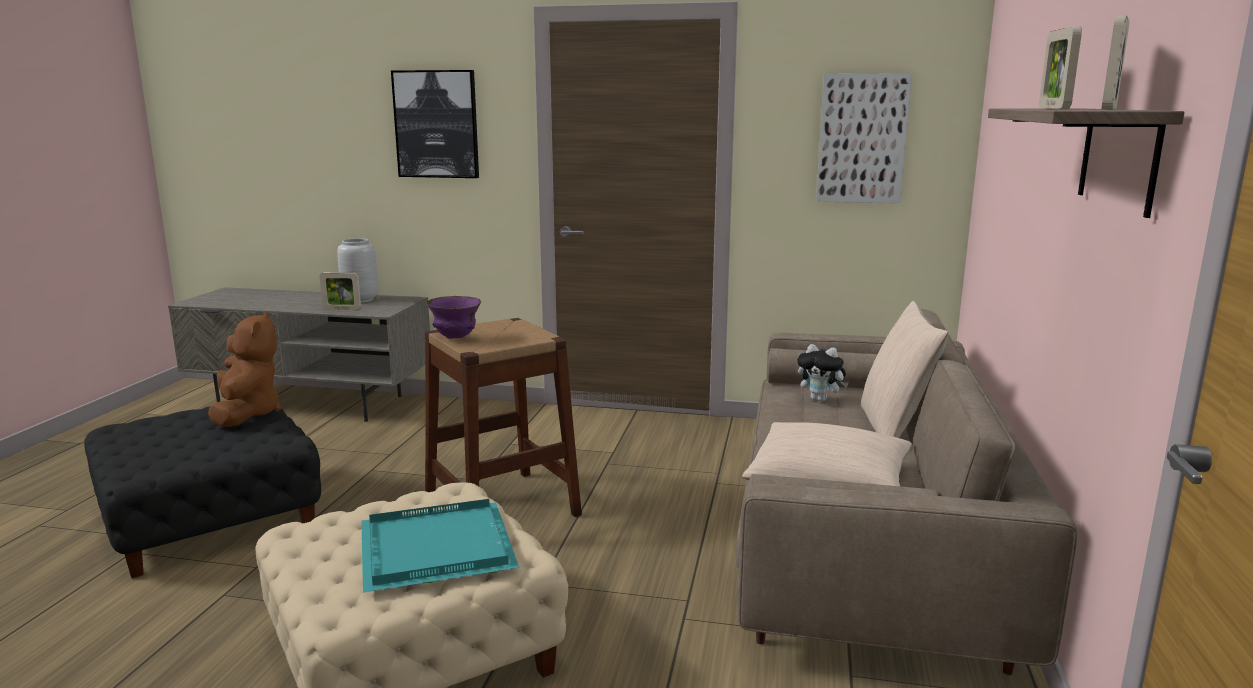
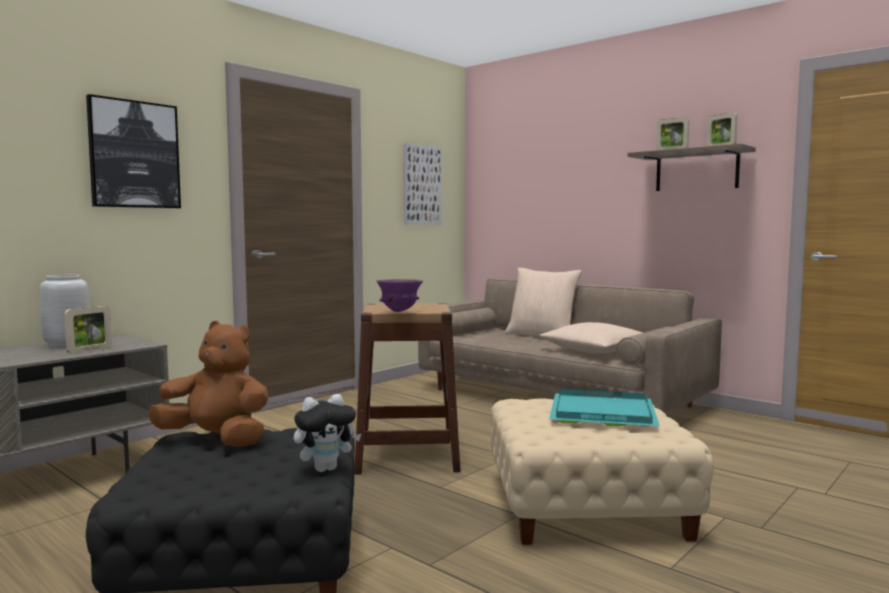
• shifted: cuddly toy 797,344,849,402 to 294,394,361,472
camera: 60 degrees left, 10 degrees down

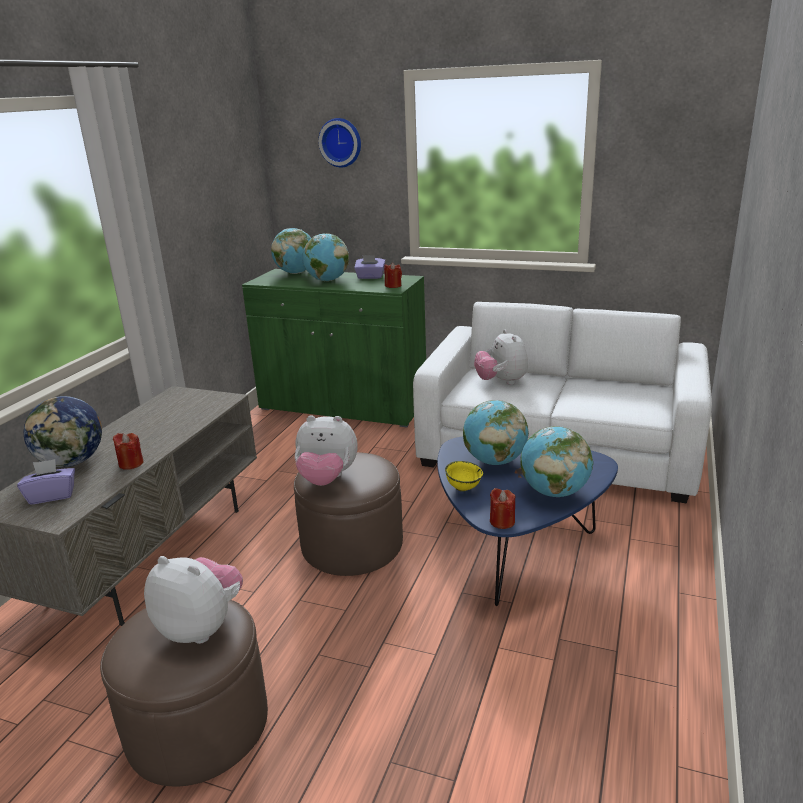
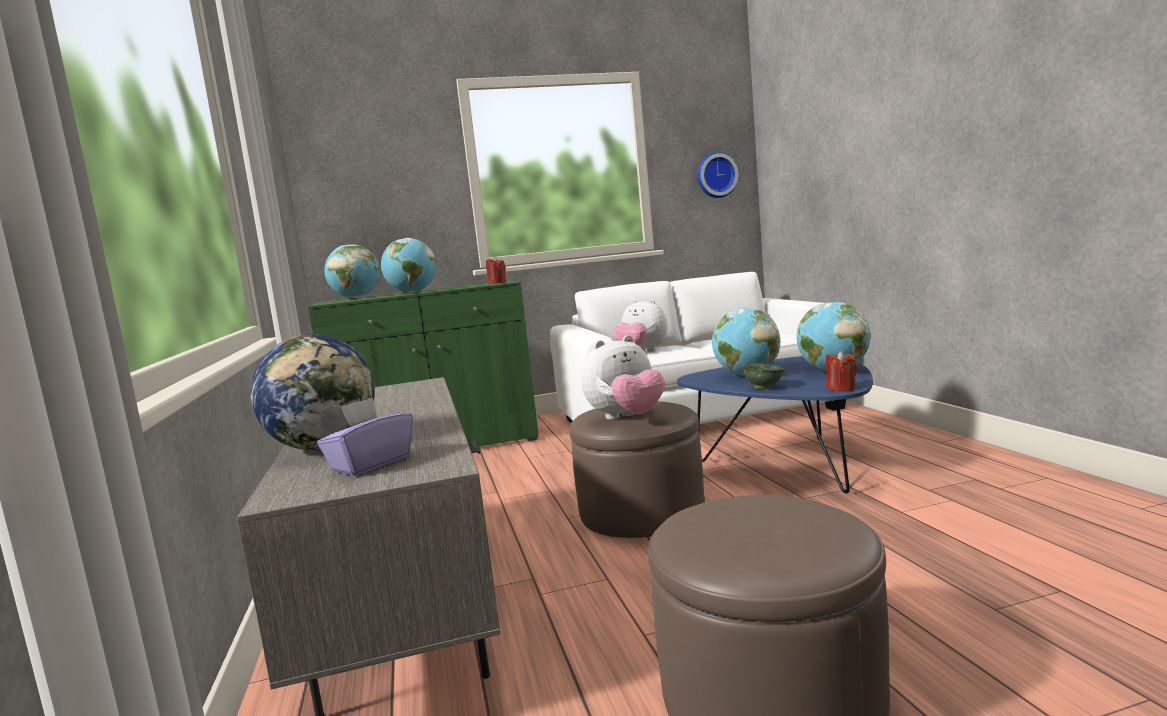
• shifted: clock on the wall 318,118,361,167 to 697,152,739,198
• repainted: serving bowl in yellowish 445,461,483,492 to serving bowl in green 742,363,785,389
• gone: candle in reddish 113,433,143,470
• gone: cuddly toy 144,556,243,644
• gone: tissue holder in purple 354,255,385,279
camera: 35 degrees left, 15 degrees down

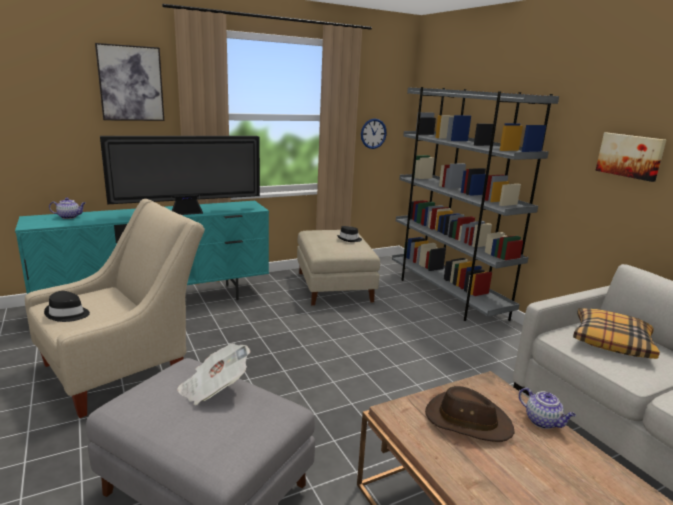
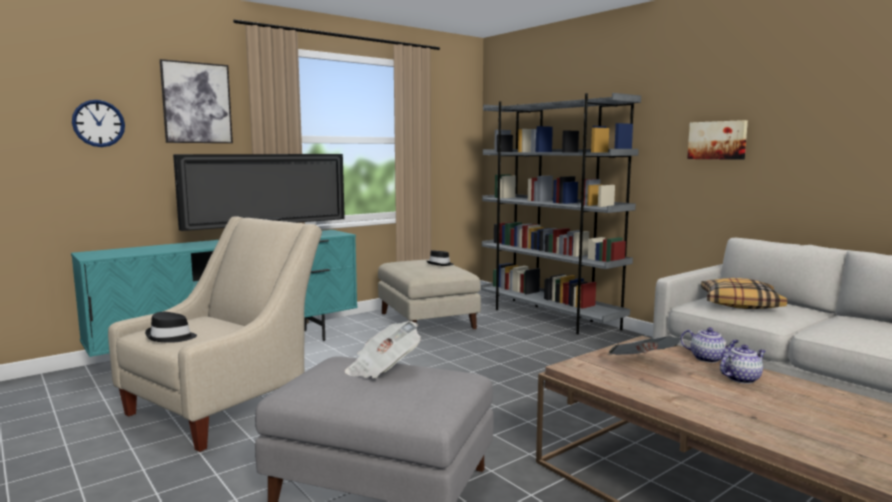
• shifted: clock on the wall 361,119,387,149 to 72,100,125,147
• swapped: wearable hat in brownish 425,386,515,442 to daily paper 608,336,681,355
• shifted: teapot 49,198,85,219 to 720,345,765,384
camera: 10 degrees left, 10 degrees down

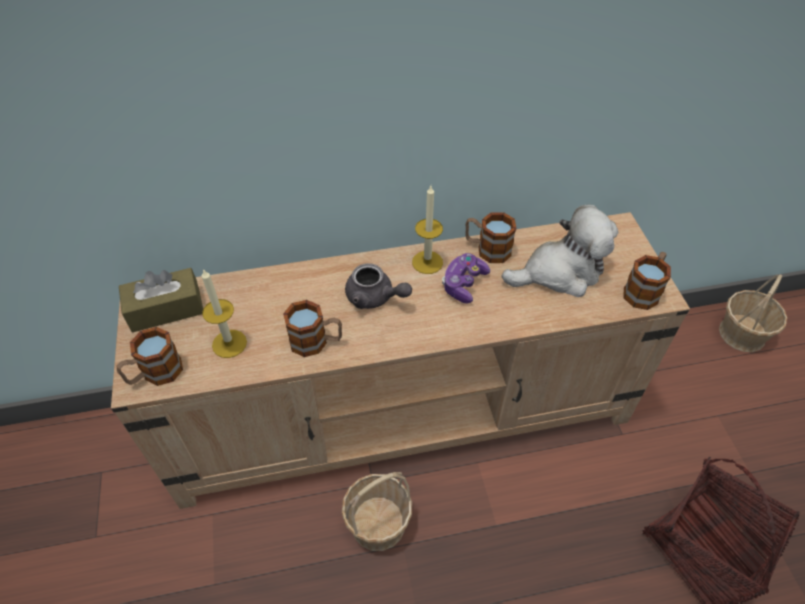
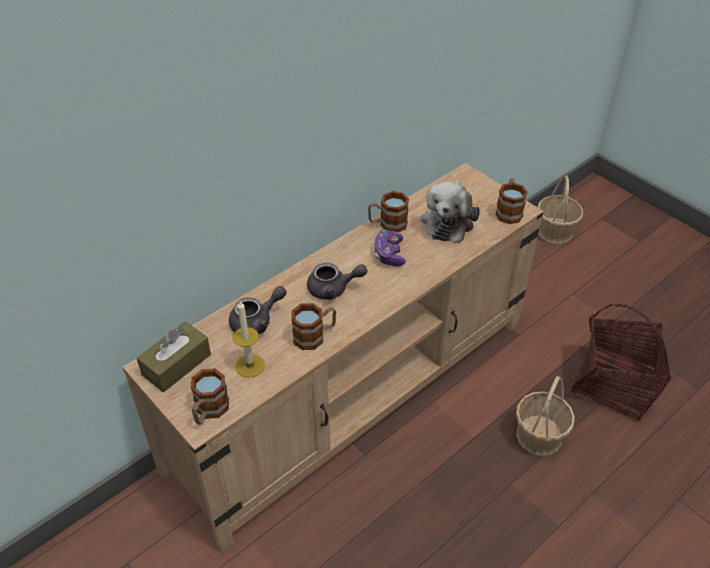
• new: teapot in gray 229,286,287,334
• rotated: cuddly toy 501,205,618,297 = 420,181,480,243 150 degrees clockwise
• shifted: basket 342,472,412,551 to 516,376,575,456
• gone: candle 412,186,443,274
camera: 30 degrees left, 5 degrees down

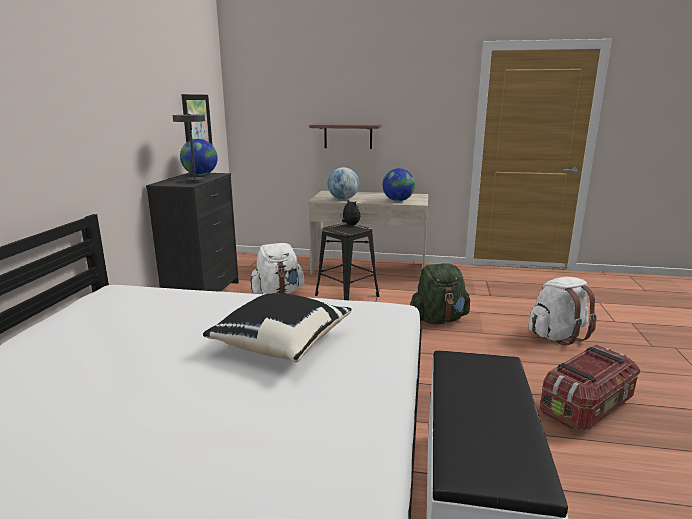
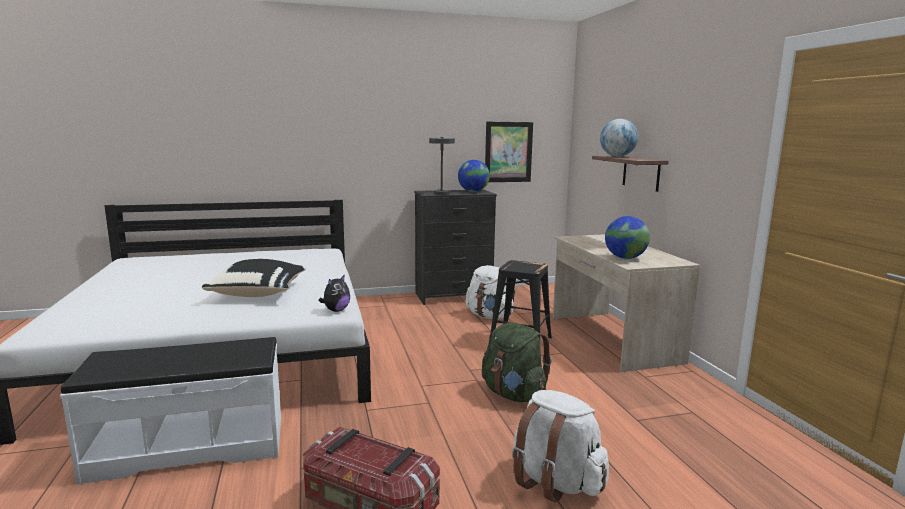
• shifted: cuddly toy 340,199,360,225 to 318,274,350,312
• shifted: world globe 328,167,359,200 to 600,119,638,157
camera: 65 degrees right, 5 degrees down

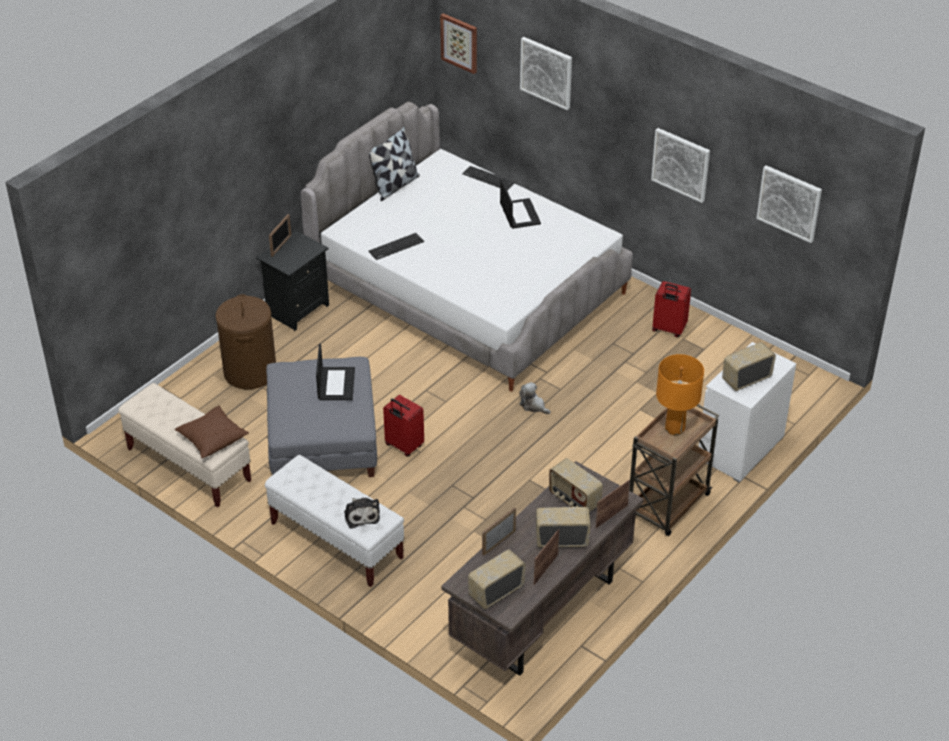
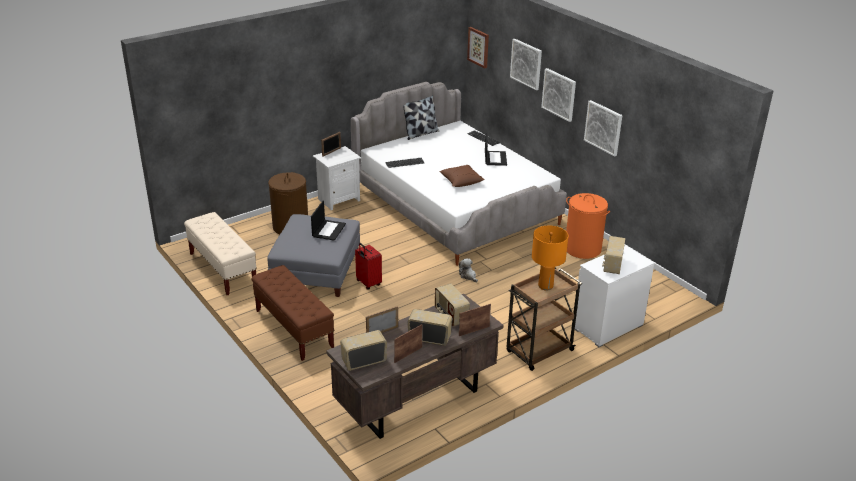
• repainted: indoor bench in whitish 265,455,404,587 to indoor bench in brownish 252,265,334,361
• repainted: night table in black-coloured 256,230,329,331 to night table in whitish 313,146,361,210
• shifted: cushion in brownish 174,406,249,458 to 439,165,485,187
• shifted: wall art 756,165,822,243 to 541,68,576,122
• swapped: travel case in reddish 652,281,691,337 to hamper in orange-coloured 566,193,610,259
• rotated: radio set 722,342,776,391 = 602,236,625,274 60 degrees counterclockwise
• gone: cuddly toy 344,498,380,528
camera: 15 degrees right, 10 degrees down

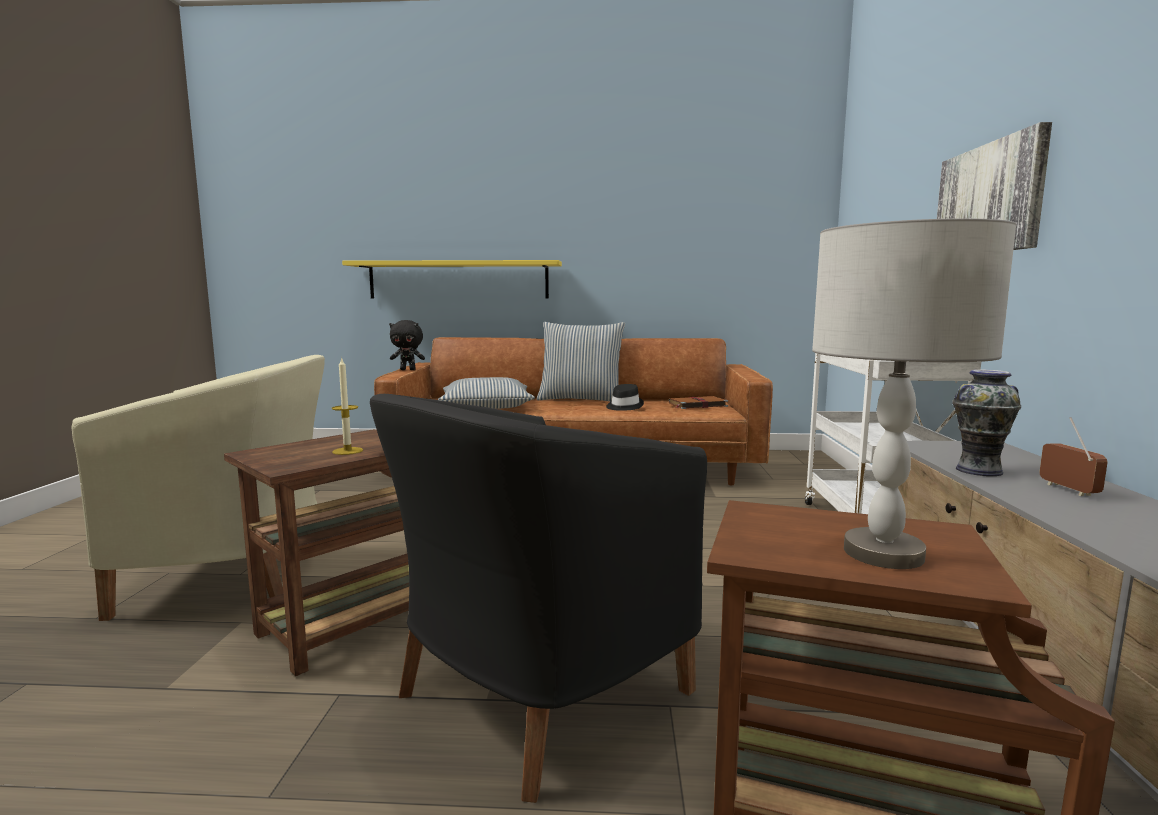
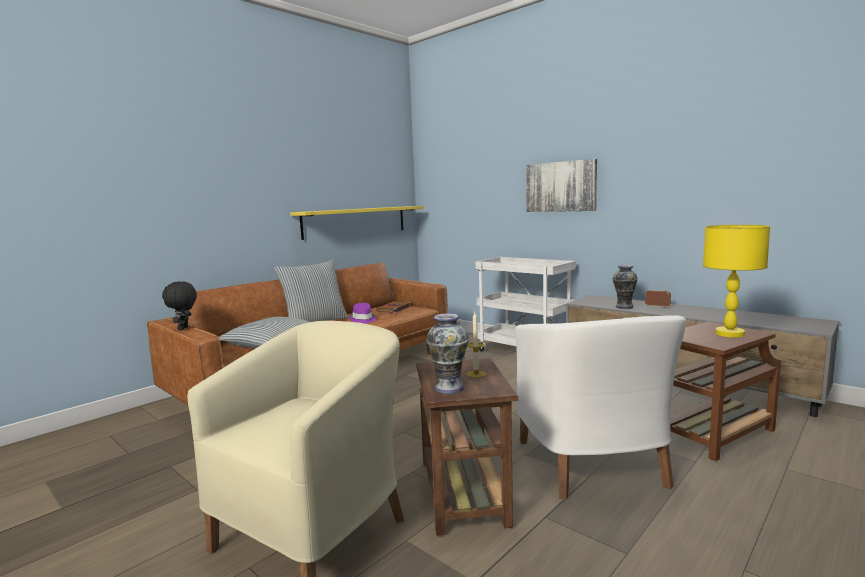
• rotated: cuddly toy in black-coloured 389,320,425,370 = 162,281,197,330 135 degrees clockwise
• shifted: shelf in yellowish 342,260,562,299 to 290,206,424,240
• repainted: wearable hat in black-coloured 606,384,644,411 to wearable hat in purple 349,303,376,323
• new: vase 426,313,469,394
• repainted: easy chair in black-coloured 370,394,707,803 to easy chair in whitish 515,316,687,500
• repainted: lamp for a table in gray 812,218,1017,569 to lamp for a table in yellowish 703,225,770,338
camera: 50 degrees left, 0 degrees up

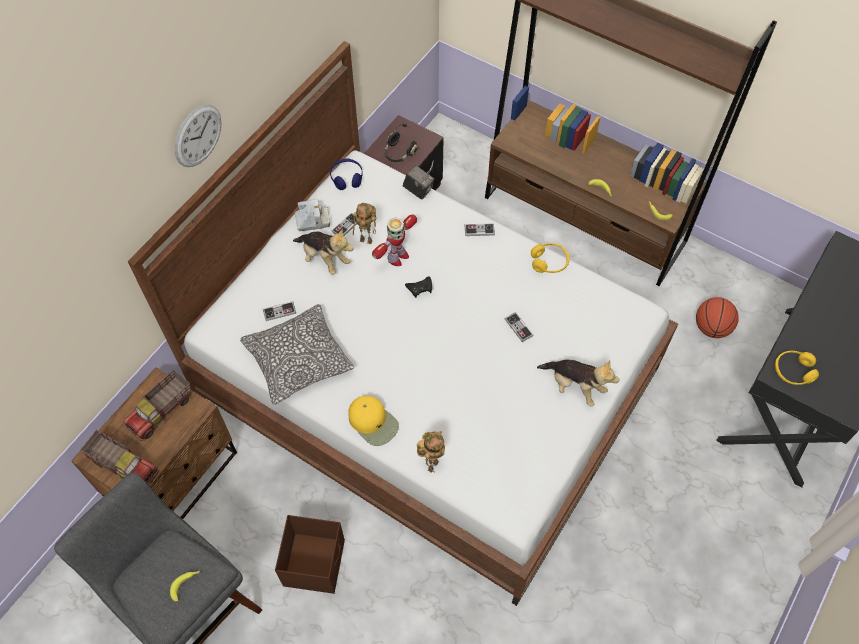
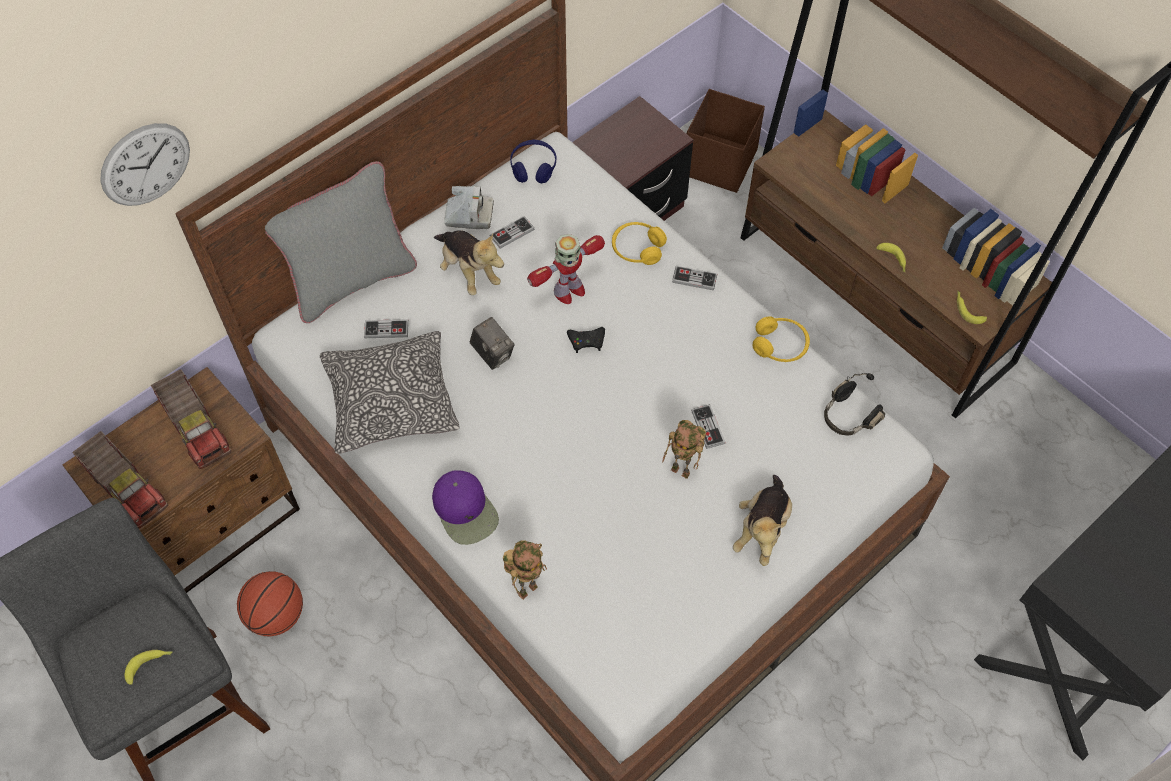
• shifted: clock on the wall 175,104,222,167 to 100,123,190,206
• rotated: toy lorry 123,370,191,441 = 151,369,231,469 90 degrees counterclockwise
• shifted: basketball 696,297,739,338 to 237,571,303,636
• new: cushion in gray 265,161,417,323
• repainted: peaked cap in yellowish 348,396,399,446 to peaked cap in purple 432,470,499,545
• shifted: photo camera 403,165,434,200 to 470,317,515,370
• shifted: pair of headphones in yellowish 775,351,819,385 to 612,222,667,265
• shifted: toy robot 353,203,376,244 to 662,420,706,479
• shifted: storage container in brownish 275,515,345,594 to 687,89,765,193
• rotated: cuddly toy 537,360,619,406 = 733,475,792,566 60 degrees clockwise
• shifted: pair of headphones in black-coloured 384,123,419,162 to 824,373,885,436
camera: 15 degrees right, 0 degrees up

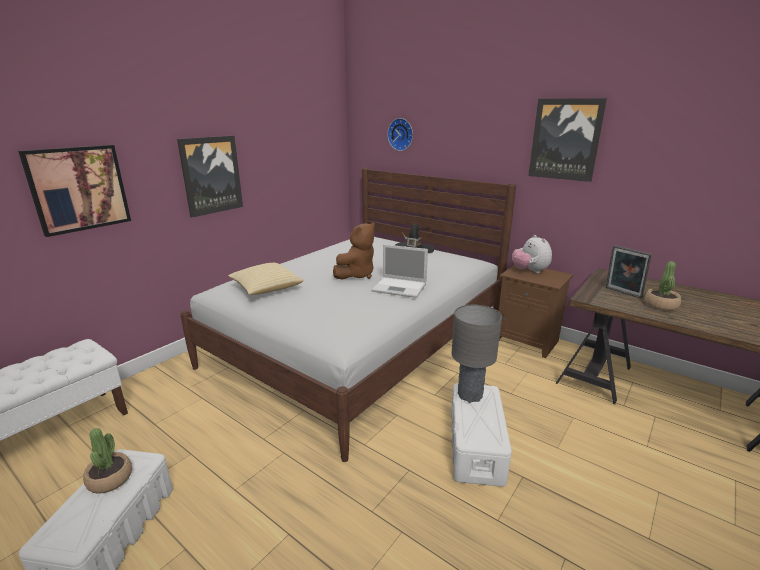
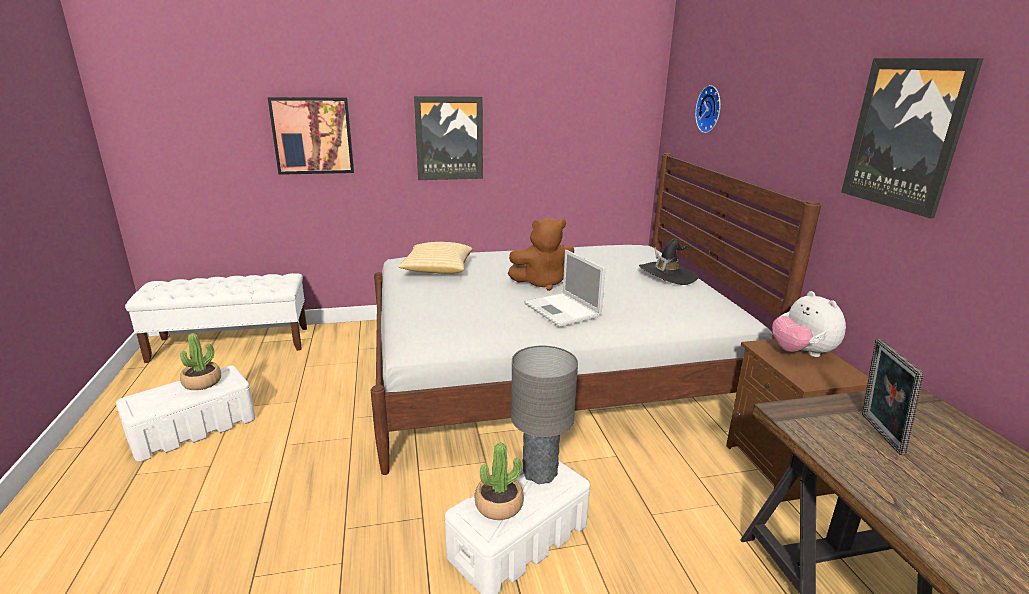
• shifted: plant in a pot 644,261,681,311 to 475,443,524,520
• rotated: cuddly toy 512,235,552,273 = 772,291,846,357 45 degrees counterclockwise
camera: 40 degrees right, 0 degrees up

